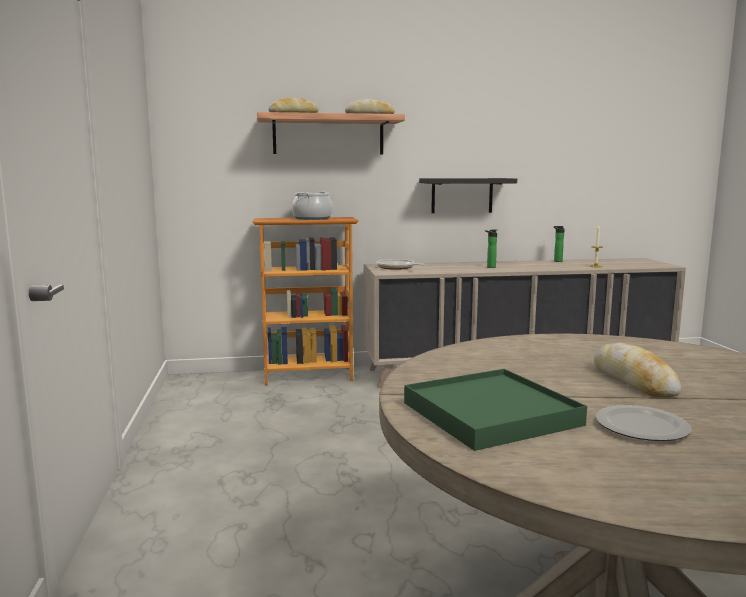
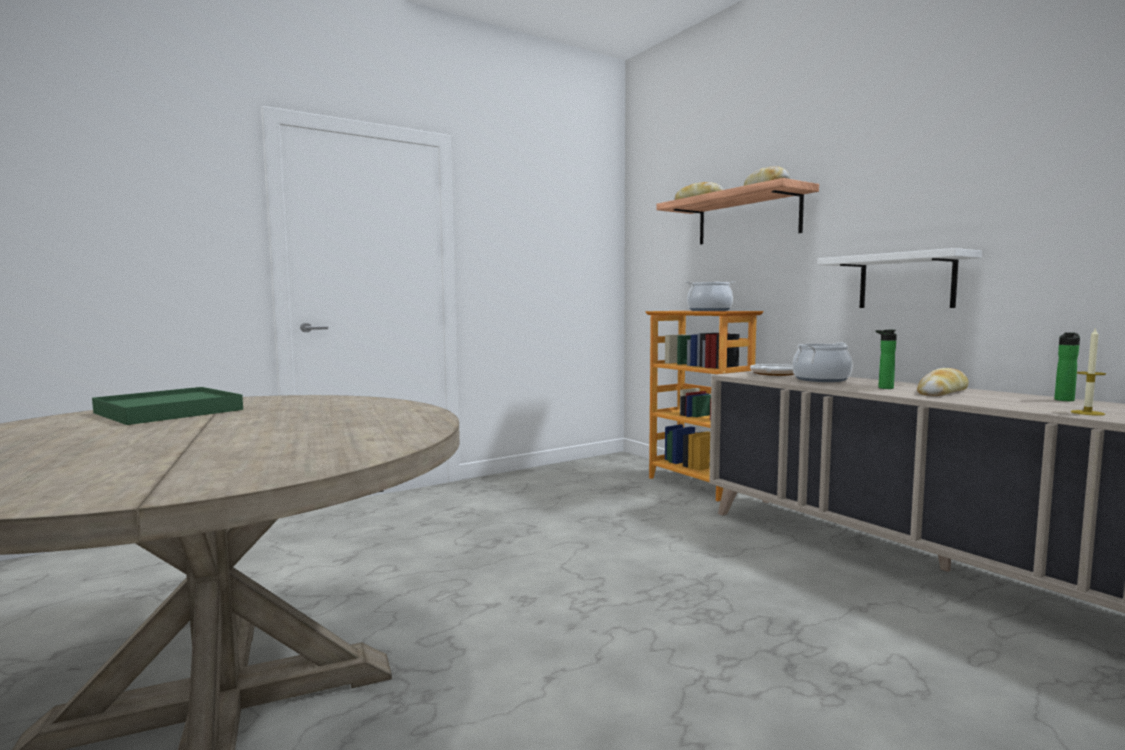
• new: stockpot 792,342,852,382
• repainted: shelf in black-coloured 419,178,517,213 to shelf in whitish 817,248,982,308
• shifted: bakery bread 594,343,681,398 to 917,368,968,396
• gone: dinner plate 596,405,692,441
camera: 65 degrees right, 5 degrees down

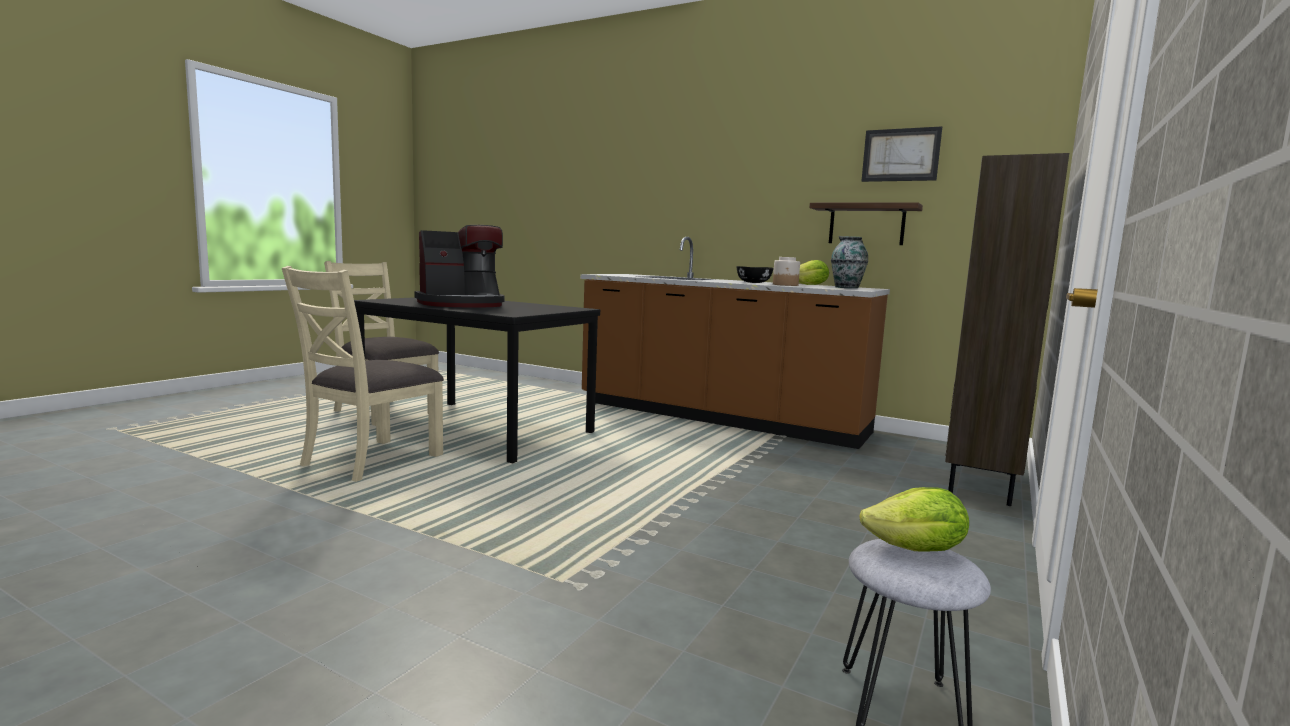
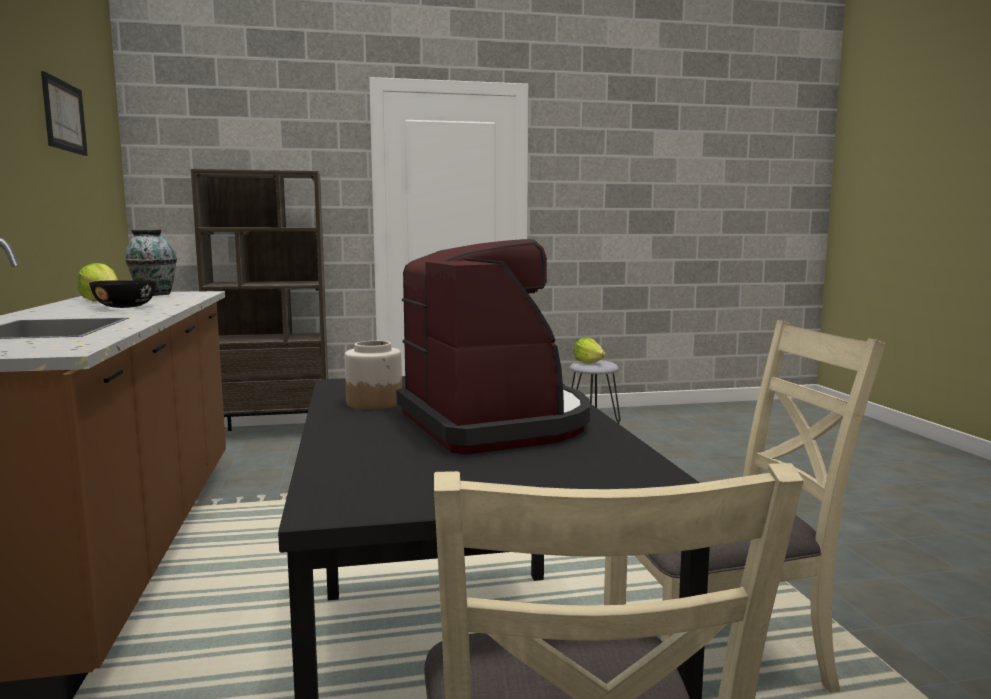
• shifted: preserve jar 773,257,800,286 to 345,341,402,410
• rotated: coffee machine 414,225,504,308 = 397,239,590,455 45 degrees clockwise
• gone: shelf 809,202,923,245
camera: 130 degrees left, 0 degrees up

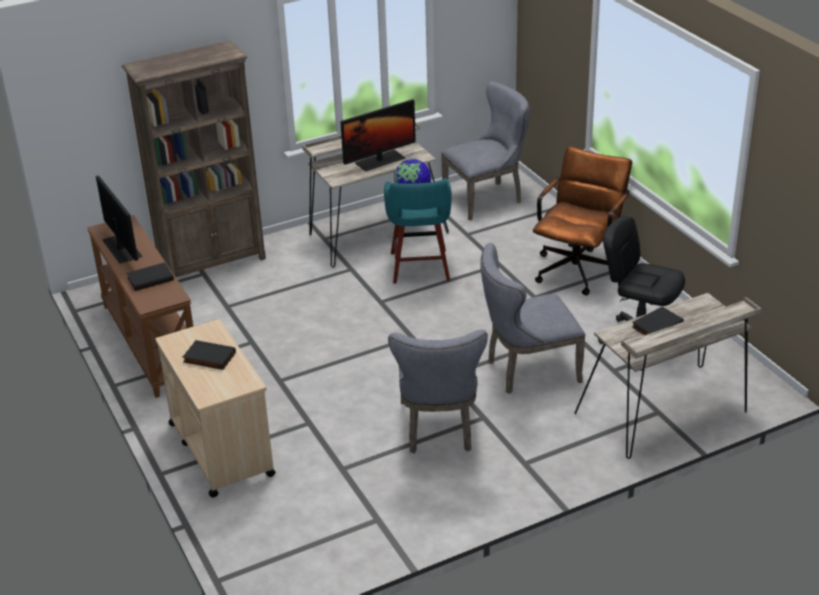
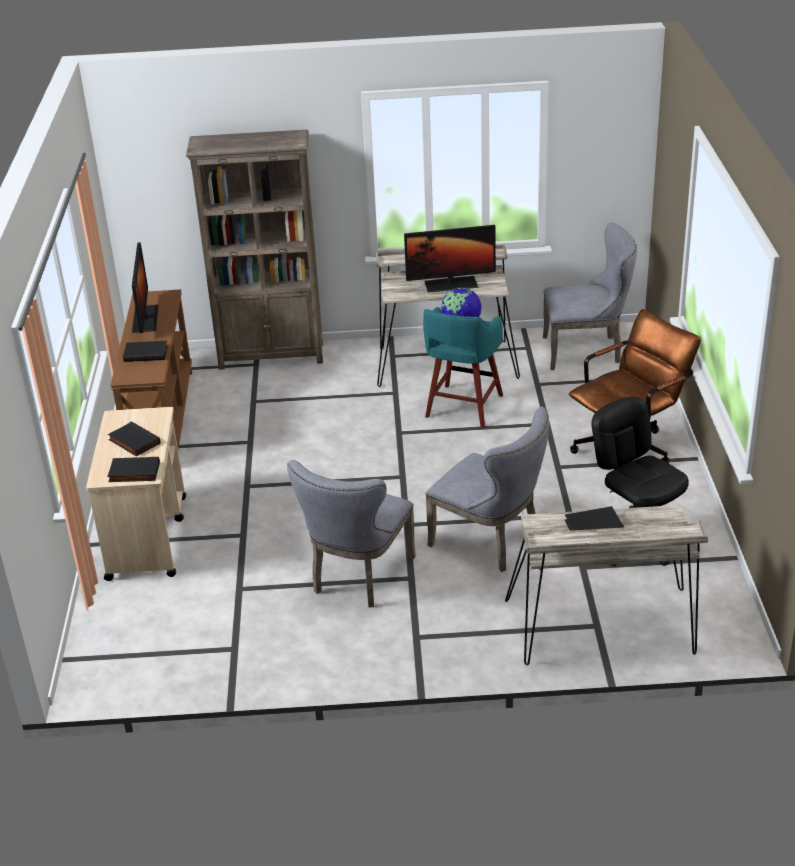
• new: volume in black-coloured 107,457,160,482
• rotated: chair in gray 480,243,586,394 = 426,406,549,572 150 degrees counterclockwise
camera: 25 degrees right, 0 degrees up

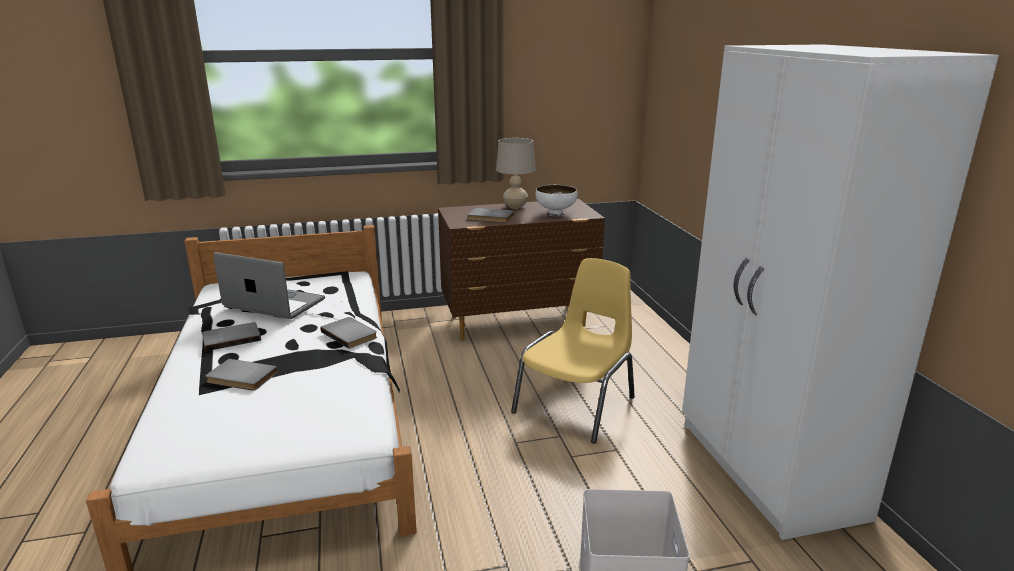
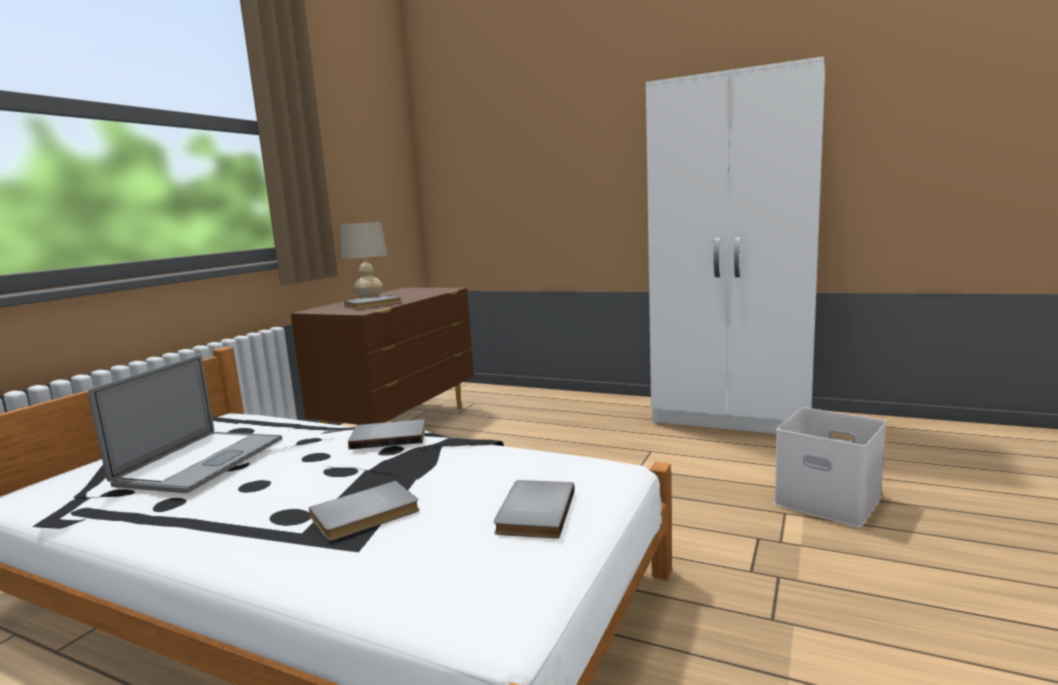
• rotated: notebook computer 213,252,325,319 = 88,355,282,493 135 degrees clockwise
• shifted: volume in gray 202,322,261,351 to 494,480,575,539
• gone: chair in yellowish 511,258,635,444
• gone: serving bowl in whitish 535,185,578,216
camera: 50 degrees left, 10 degrees down

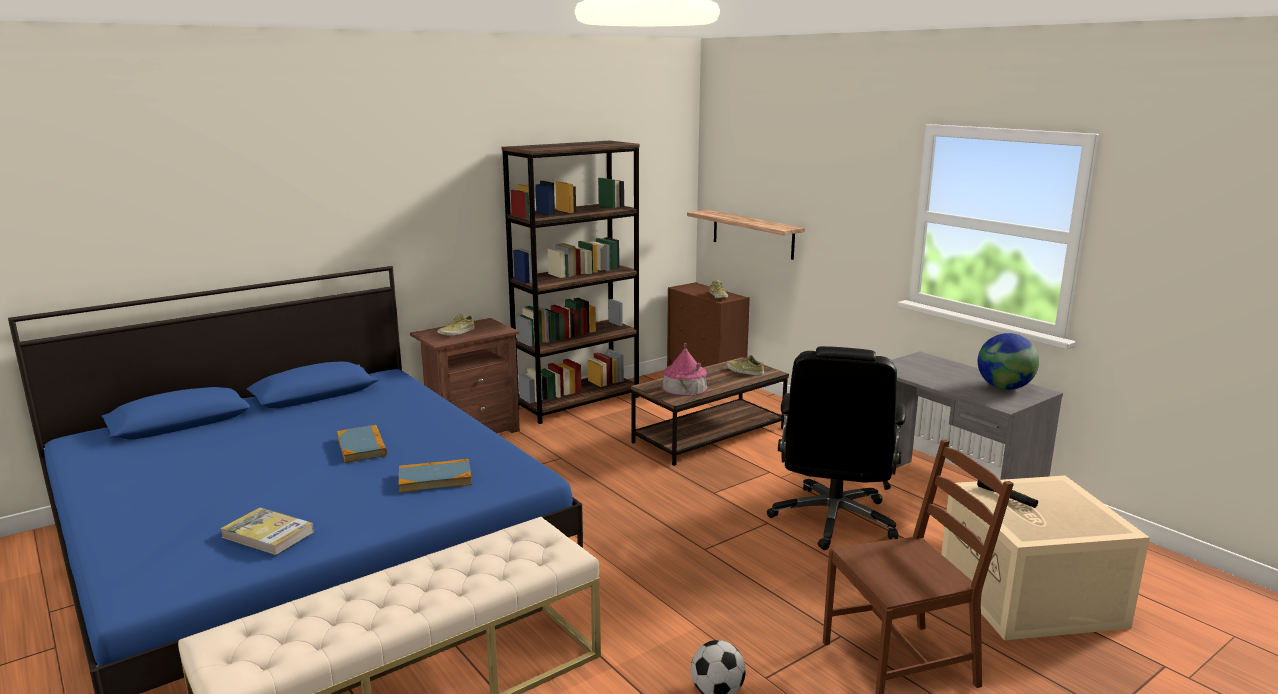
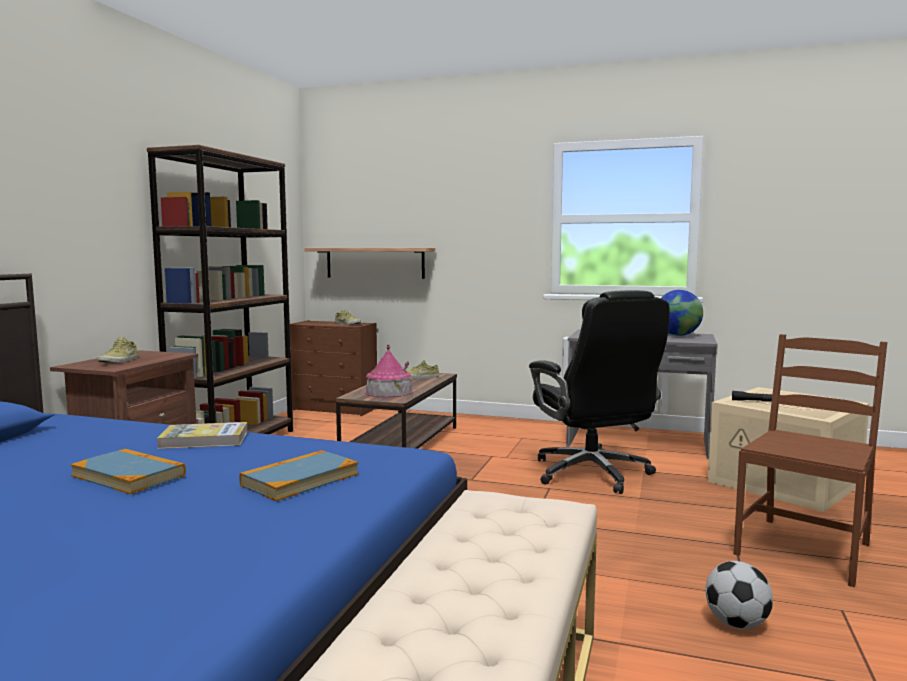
• shifted: volume 220,508,314,555 to 157,422,248,449
camera: 35 degrees left, 10 degrees down

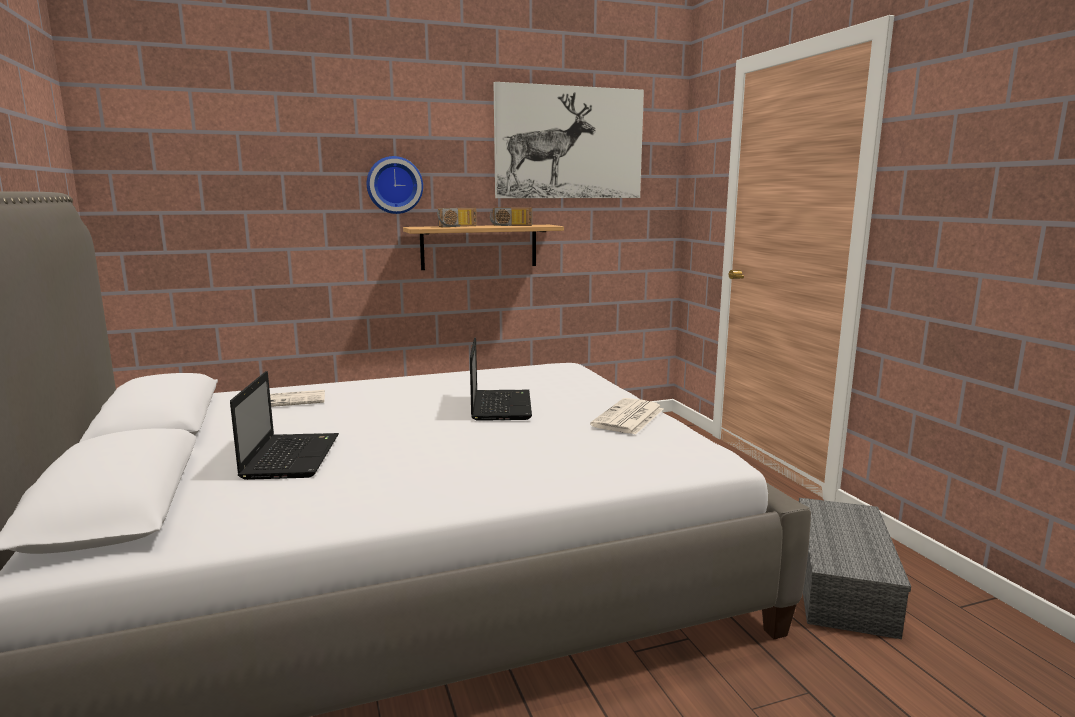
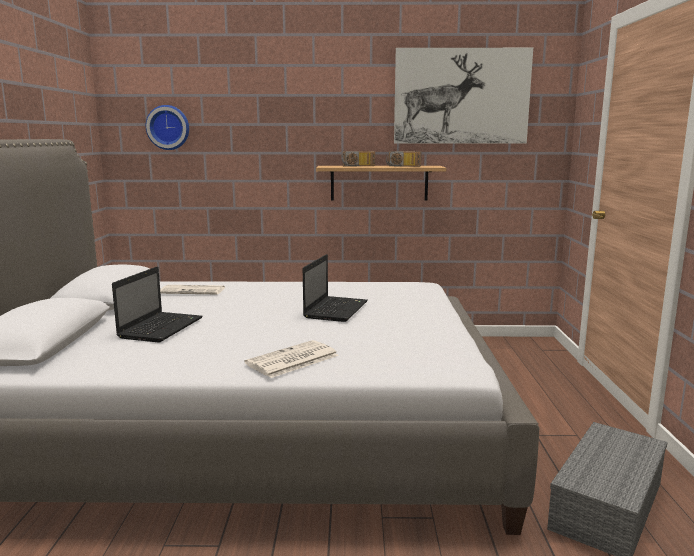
• shifted: clock on the wall 367,156,423,214 to 146,105,189,150
• shifted: daily paper 590,398,663,435 to 244,340,339,378
camera: 20 degrees right, 0 degrees up

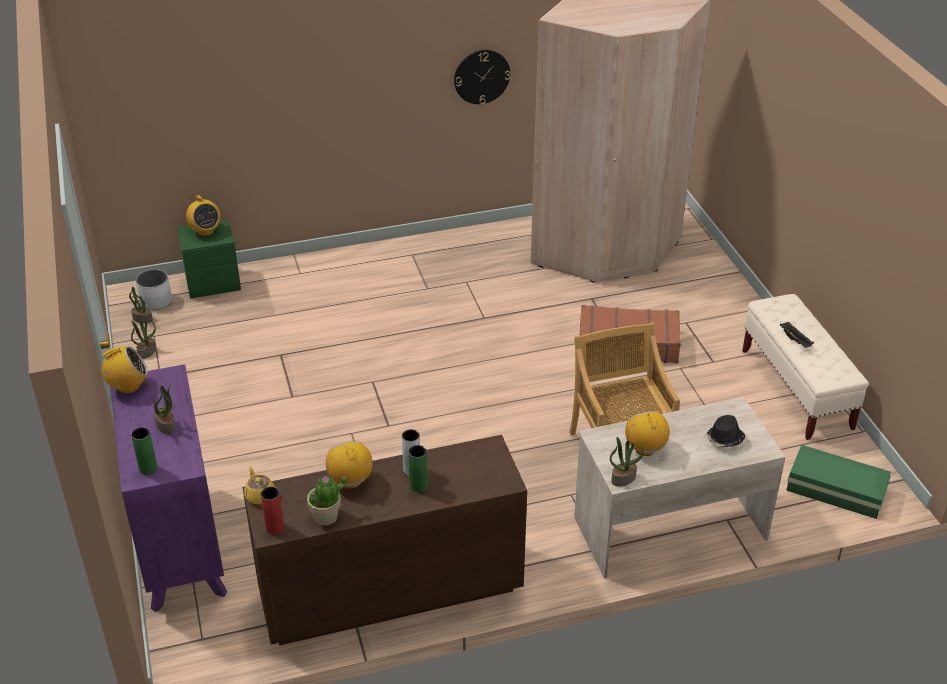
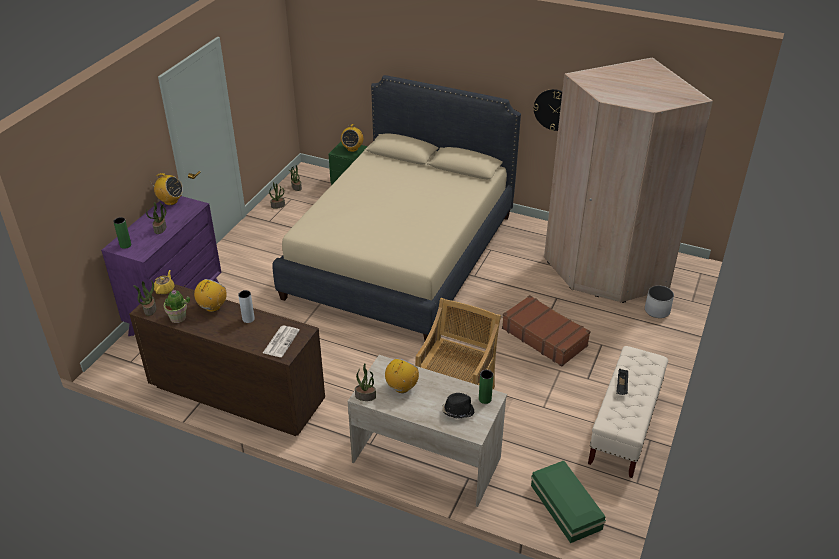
• swapped: vase in reddish 261,487,284,535 to plant in a pot 133,280,156,316
• new: daily paper 263,326,300,357
• new: bed in beige 273,75,521,341
• shifted: vase in green 408,445,428,492 to 479,370,493,404
• shifted: planter in whitish 136,269,172,310 to 645,286,674,318
camera: 40 degrees right, 0 degrees up

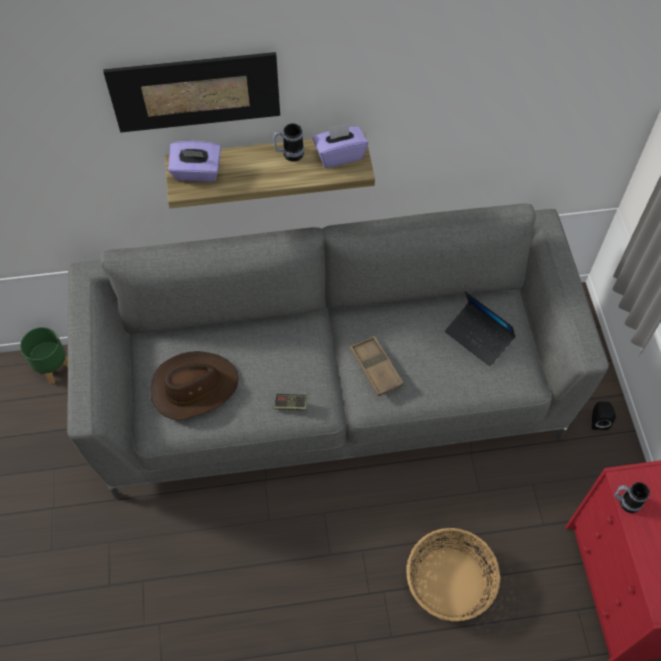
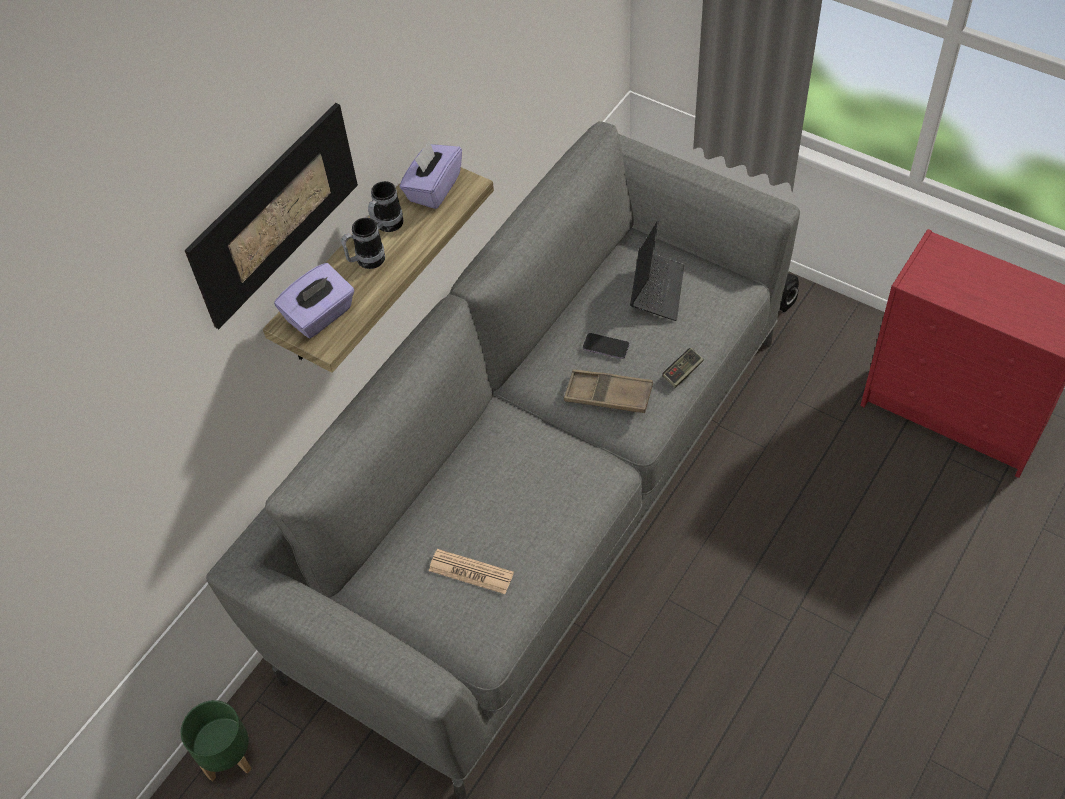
• shifted: coffee mug 614,482,650,513 to 341,218,385,269
• swapped: wearable hat in brownish 151,351,239,421 to daily paper 429,549,514,594
• new: telephone 583,333,629,359
• rotated: notebook computer 445,291,516,367 = 630,220,684,321 75 degrees counterclockwise
• shifted: game controller 274,394,307,410 to 662,348,704,388
• gone: basket 406,528,501,621
camera: 45 degrees left, 5 degrees down

